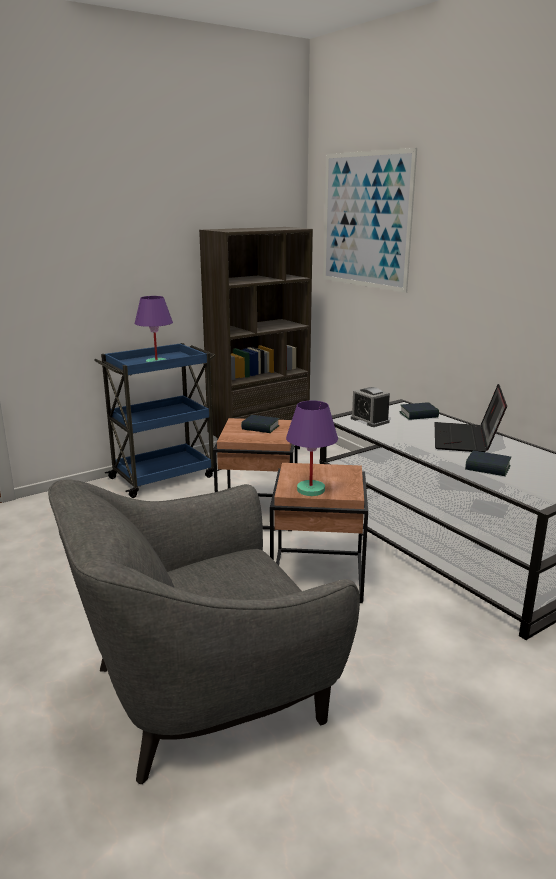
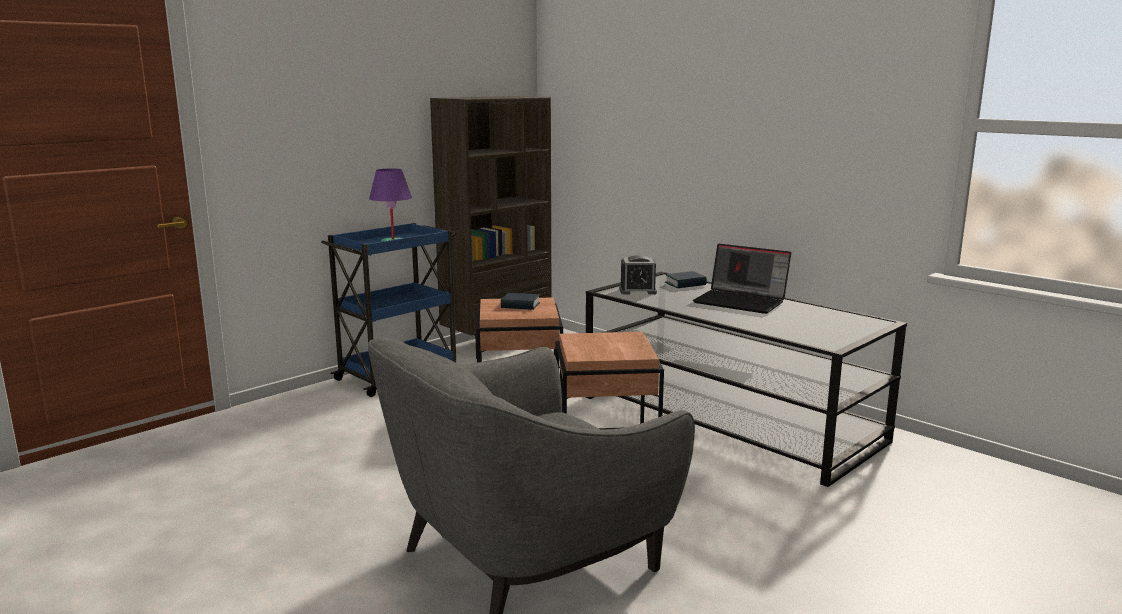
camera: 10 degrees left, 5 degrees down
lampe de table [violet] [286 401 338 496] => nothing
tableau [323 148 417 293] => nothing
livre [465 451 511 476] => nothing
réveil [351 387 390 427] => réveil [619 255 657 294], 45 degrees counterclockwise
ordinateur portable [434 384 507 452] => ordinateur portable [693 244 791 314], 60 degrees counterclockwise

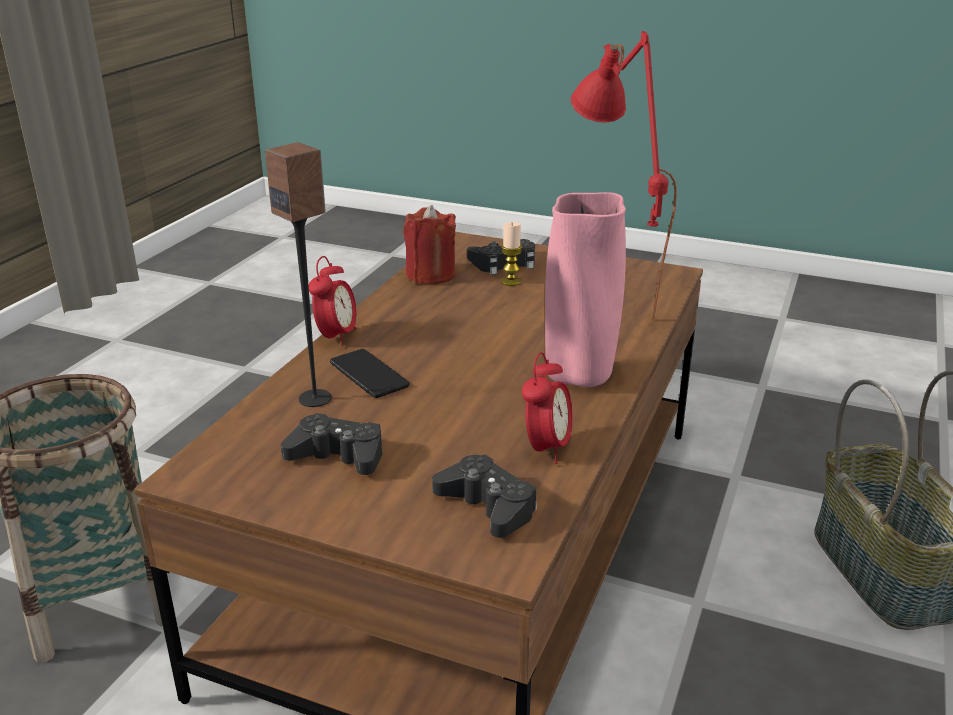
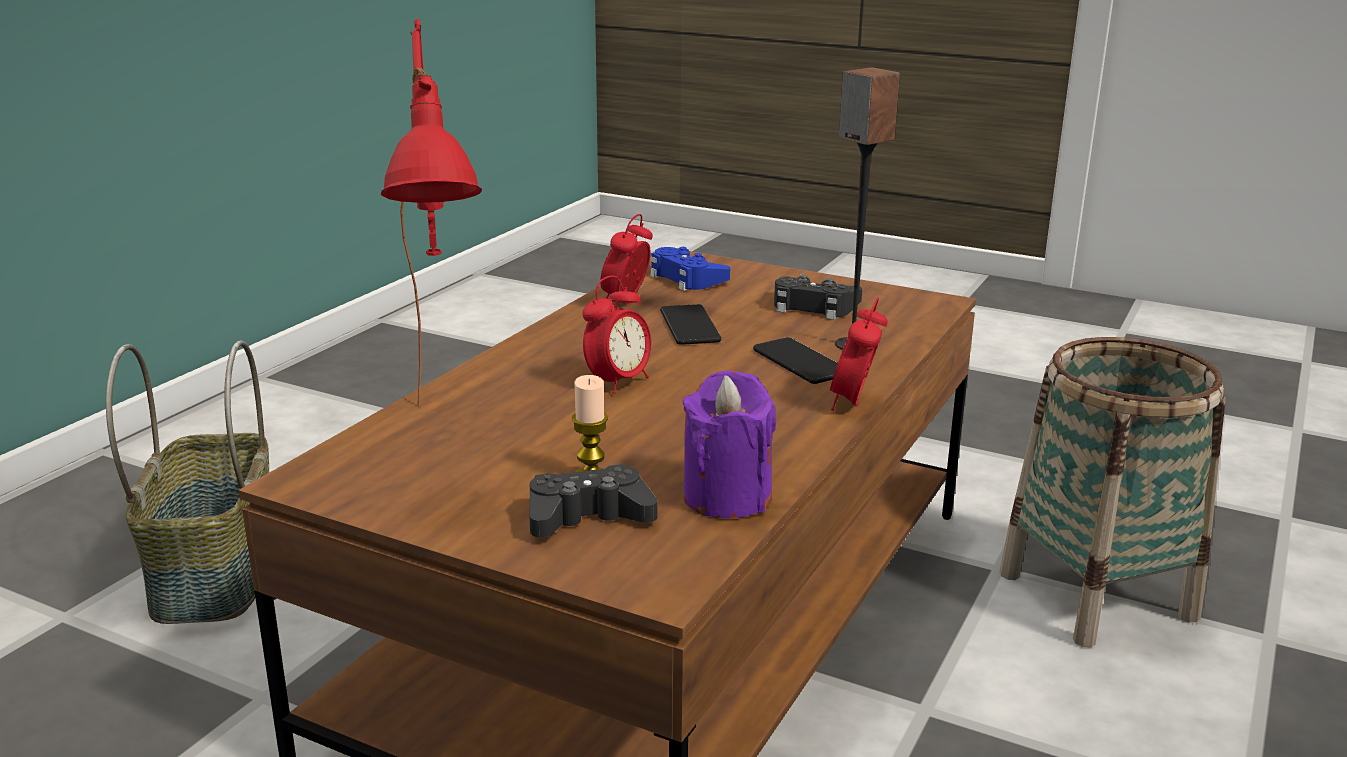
camera: 175 degrees left, 5 degrees down
vase [rose] [545 192 626 387] => nothing
nothing => réveil [582 275 651 394]
nothing => téléphone [660 304 721 345]
bougie [rouge] [403 205 456 284] => bougie [violet] [683 370 776 518]
manette [noir] [432 455 537 538] => manette [bleu] [650 247 730 291]

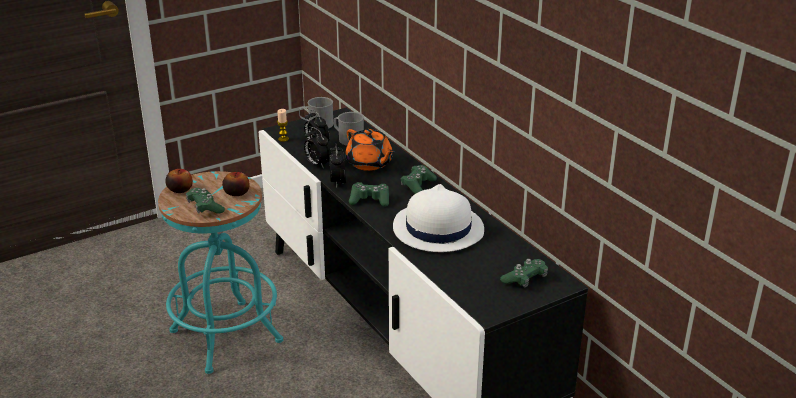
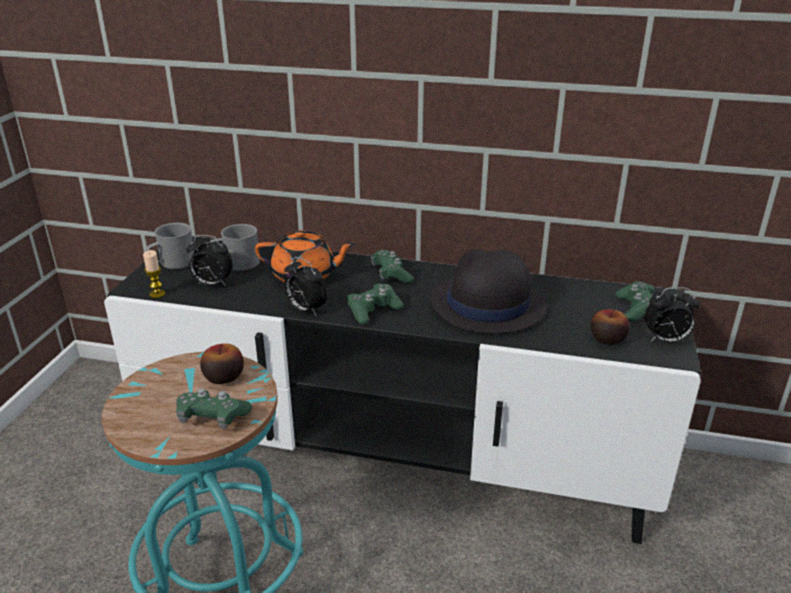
camera: 45 degrees left, 0 degrees up
pomme [166 169 193 193] => pomme [590 309 629 344], relocated
réveil [304 127 332 169] => réveil [645 287 700 343], relocated
chapeau [blanc] [393 184 484 252] => chapeau [noir] [430 249 547 334]

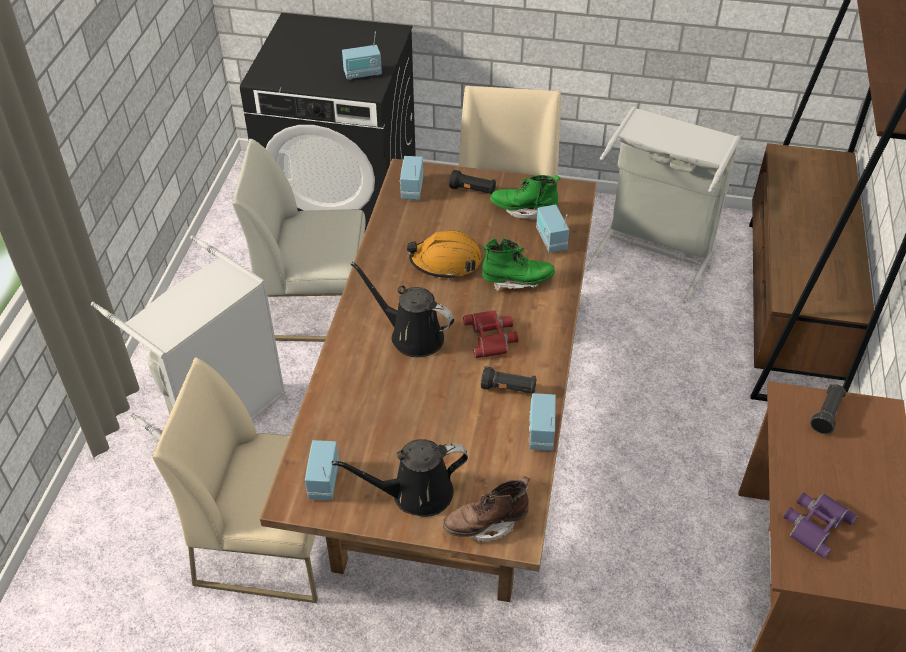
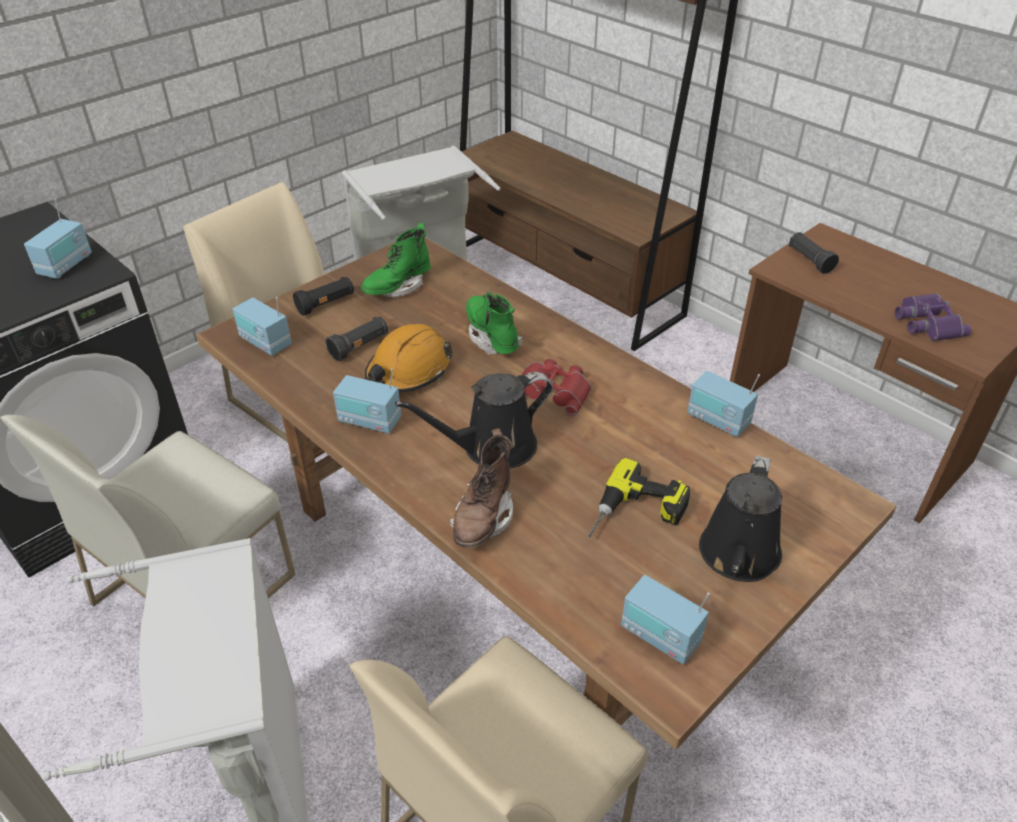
camera: 55 degrees left, 5 degrees down
nothing => perceuse [588 458 690 538]
botte [marron] [443 476 530 542] => botte [marron] [450 428 513 549], relocated
lampe de poche [noir] [481 366 536 394] => lampe de poche [noir] [325 316 388 361], relocated
radio [536 205 569 253] => radio [333 368 401 434], relocated
botte [vert] [482 238 555 292] => botte [vert] [466 292 522 355], 60 degrees counterclockwise

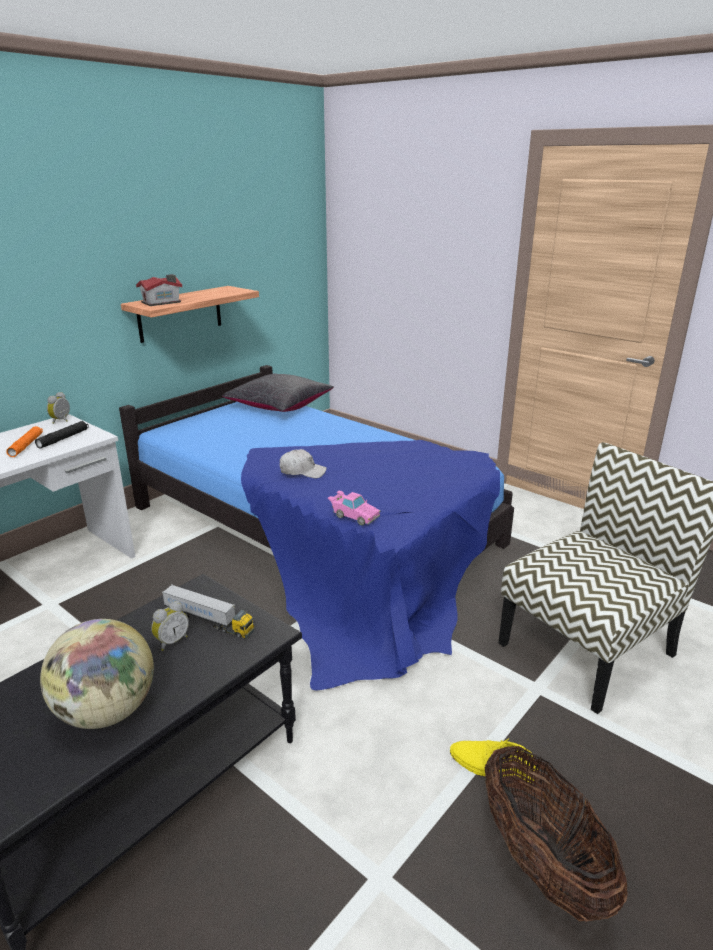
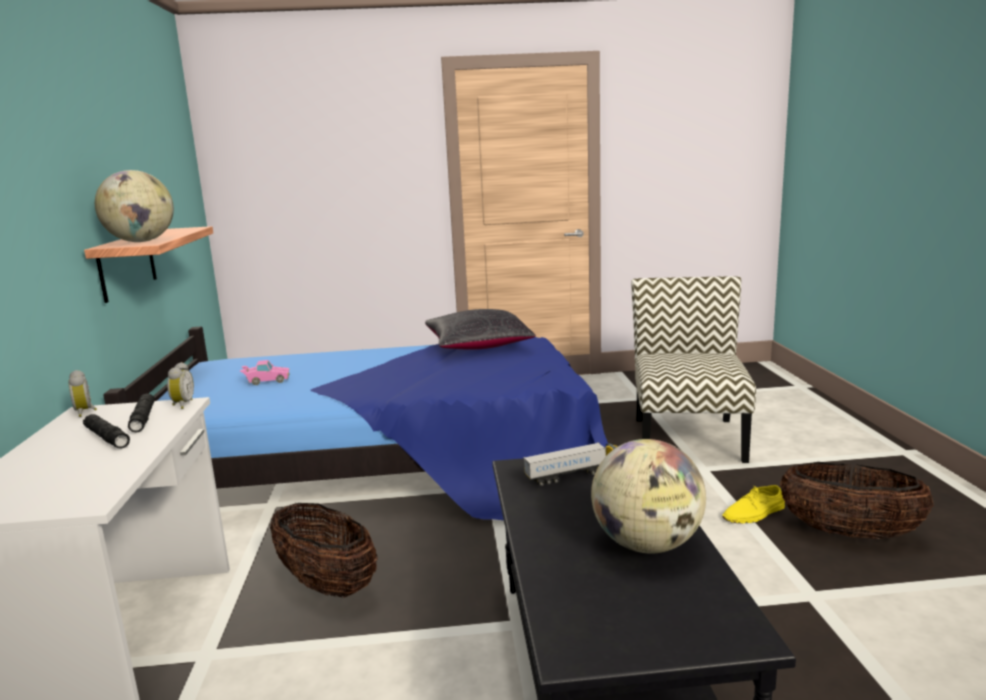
camera: 45 degrees left, 10 degrees down
casquette [blanc] [280 449 327 478] => nothing
nothing => panier [270 503 377 598]
réveil [151 601 189 651] => réveil [167 362 194 409], relocated
coussin [noir] [222 374 334 412] => coussin [noir] [425 309 536 350], relocated
petite voiture [rose] [328 490 381 525] => petite voiture [rose] [240 360 290 385], relocated
maison miniature [136 274 182 306] => globe [95 170 174 242]
lampe de poche [orange] [6 426 43 457] => lampe de poche [noir] [83 414 130 448]

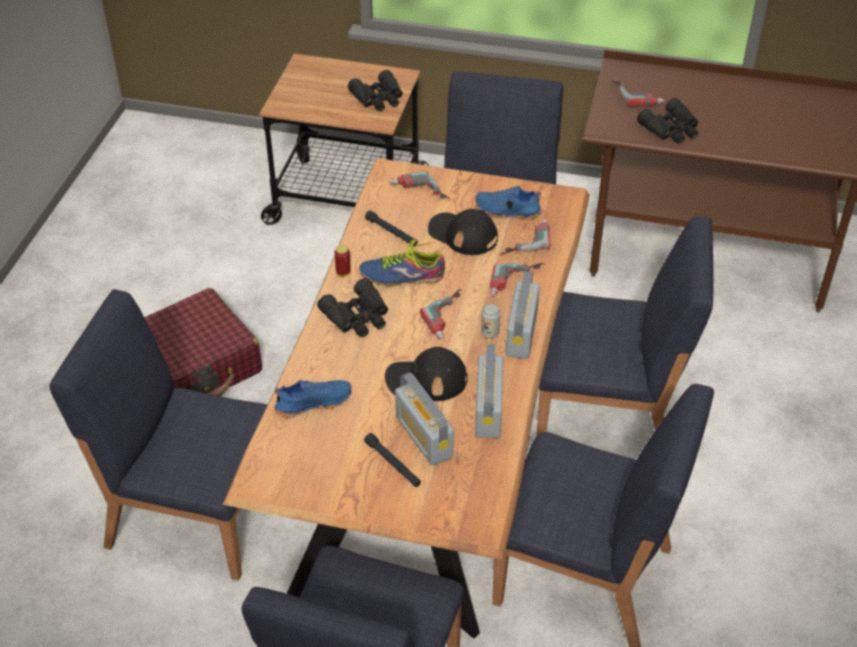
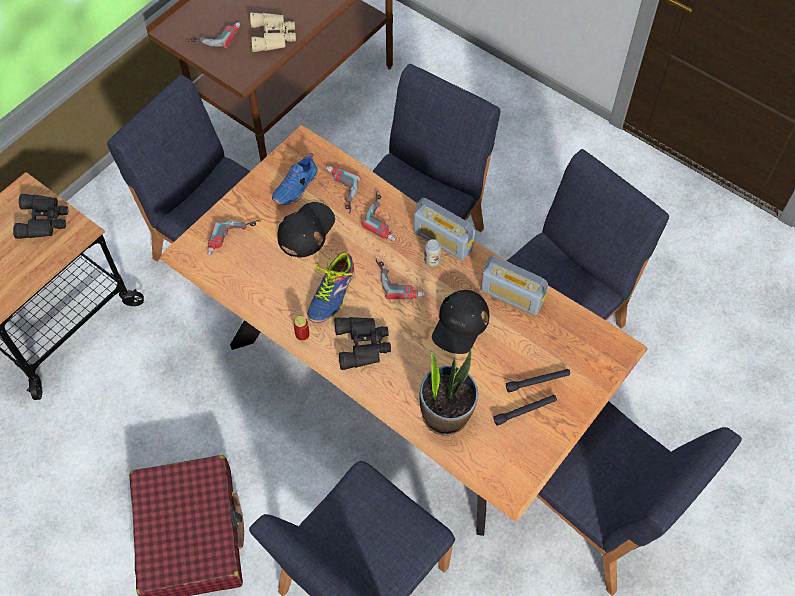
camera: 65 degrees left, 15 degrees up
radio [395 372 454 466] => nothing
lampe de poche [noir] [365 211 417 246] => lampe de poche [noir] [493 395 557 426], relocated
chaussure [bleu] [275 380 352 418] => plante en pot [420 348 478 436]
jumelles [noir] [637 98 698 144] => jumelles [beige] [250 13 296 52]
casquette [noir] [428 209 498 255] => casquette [noir] [277 202 335 258], 150 degrees clockwise

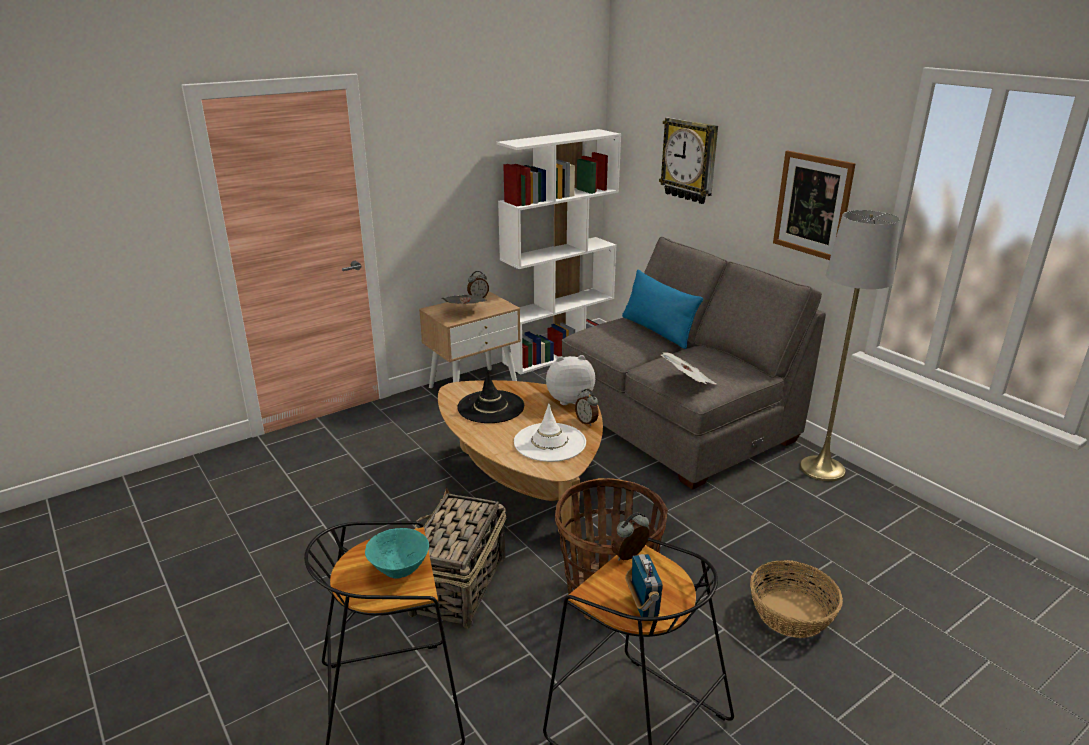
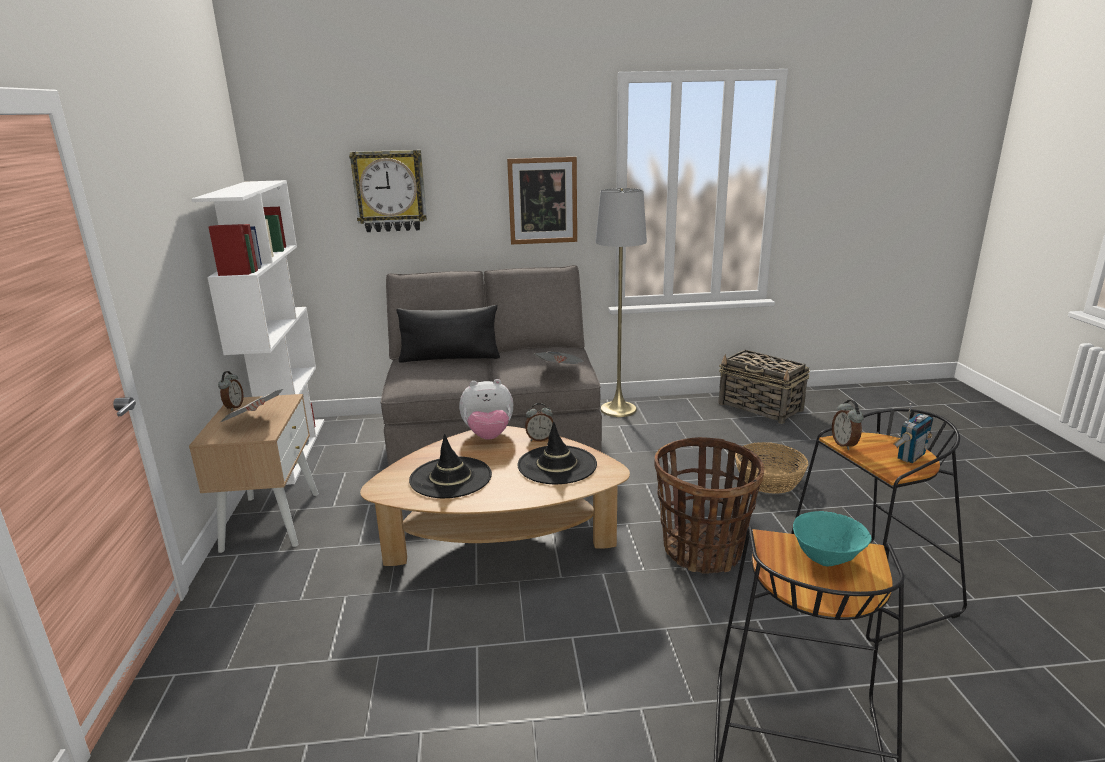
camera: 60 degrees left, 5 degrees down
panier [408 487 506 629] => panier [718 350 810 424], relocated
chapeau [blanc] [514 403 586 462] => chapeau [noir] [517 421 597 484]
coussin [bleu] [622 270 703 349] => coussin [noir] [396 305 500 363]
peluche [546 355 595 405] => peluche [459 379 513 440], 120 degrees counterclockwise
radio [625 554 663 617] => radio [893 403 933 463], 120 degrees clockwise

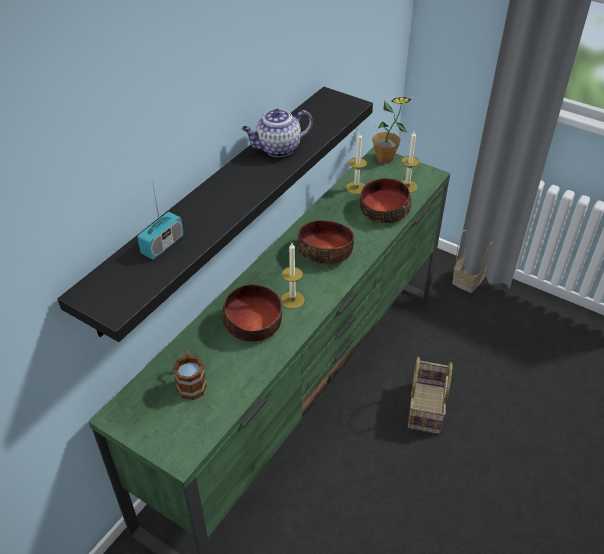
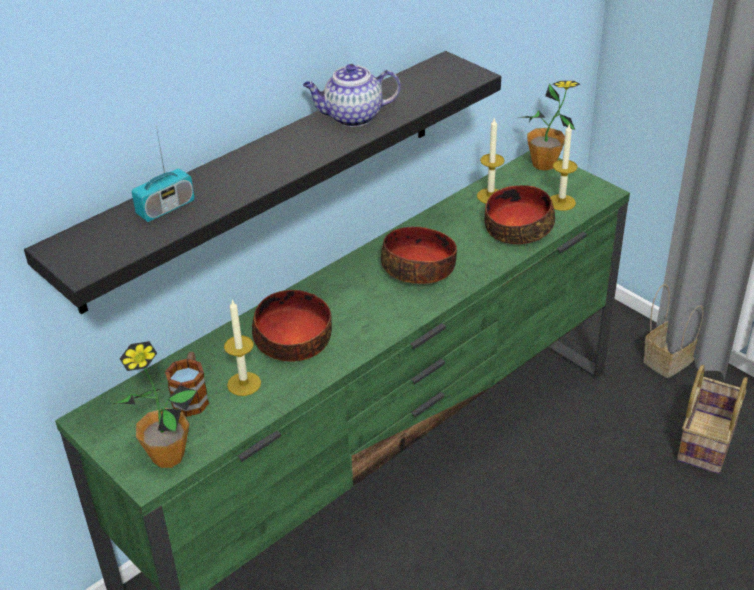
camera: 15 degrees right, 5 degrees down
nothing => plante en pot [114 341 197 468]
bougie [281 243 305 309] => bougie [224 299 261 396], relocated
panier [408 357 453 434] => panier [677 365 748 474], relocated

